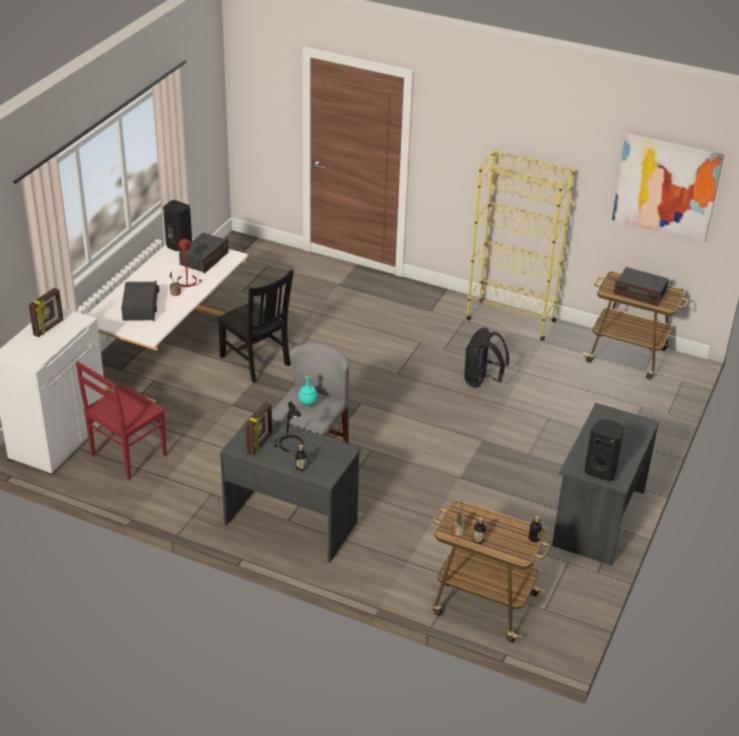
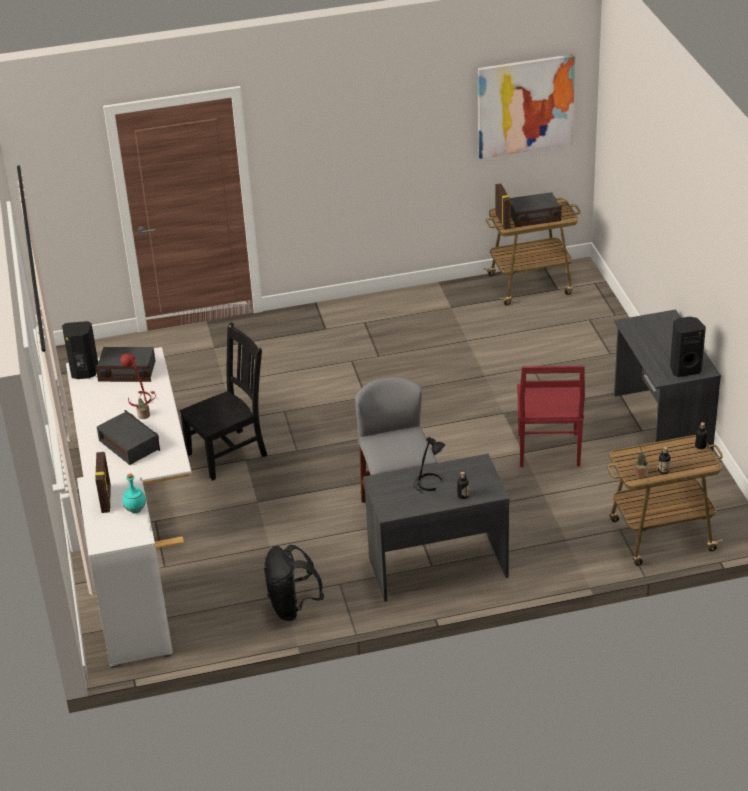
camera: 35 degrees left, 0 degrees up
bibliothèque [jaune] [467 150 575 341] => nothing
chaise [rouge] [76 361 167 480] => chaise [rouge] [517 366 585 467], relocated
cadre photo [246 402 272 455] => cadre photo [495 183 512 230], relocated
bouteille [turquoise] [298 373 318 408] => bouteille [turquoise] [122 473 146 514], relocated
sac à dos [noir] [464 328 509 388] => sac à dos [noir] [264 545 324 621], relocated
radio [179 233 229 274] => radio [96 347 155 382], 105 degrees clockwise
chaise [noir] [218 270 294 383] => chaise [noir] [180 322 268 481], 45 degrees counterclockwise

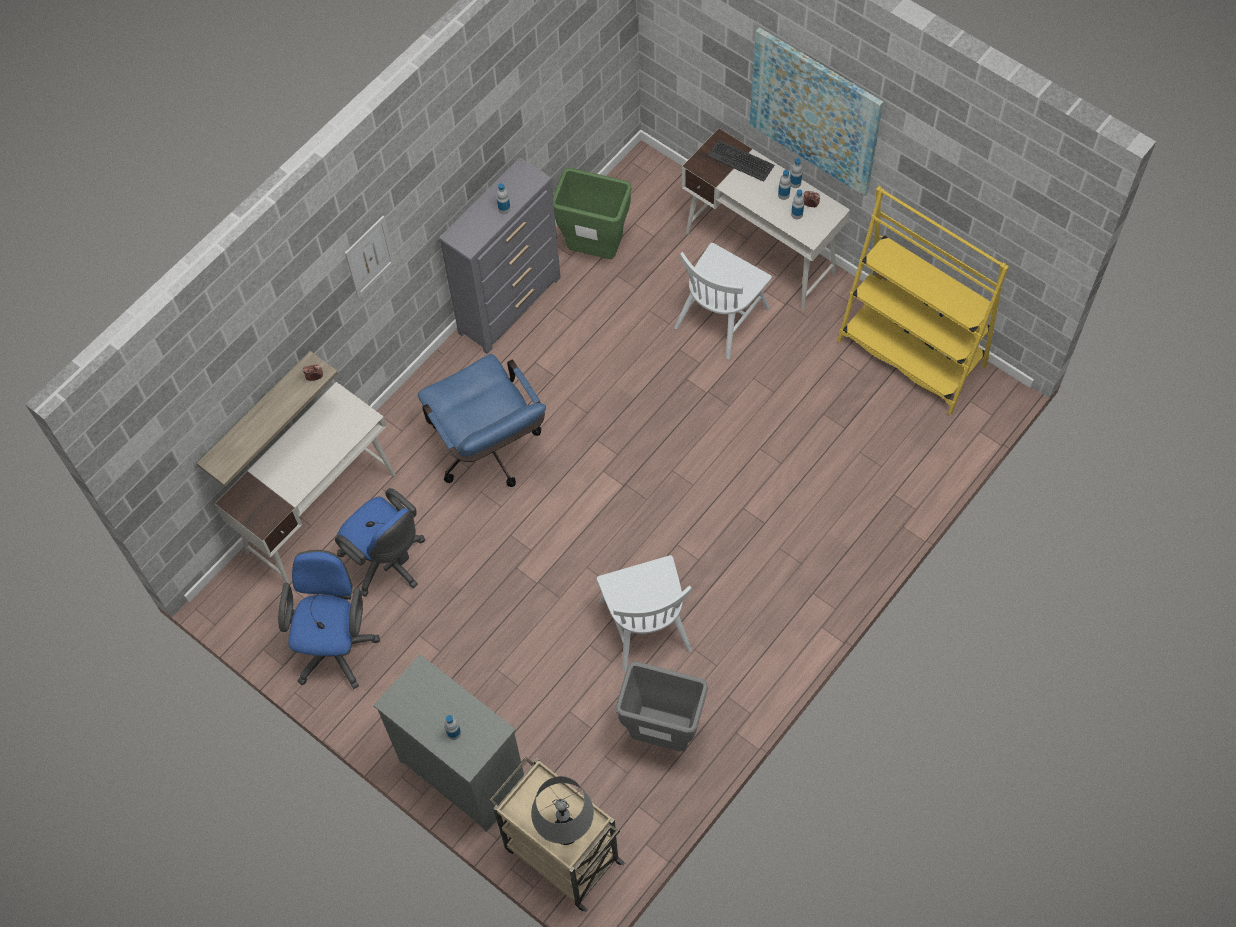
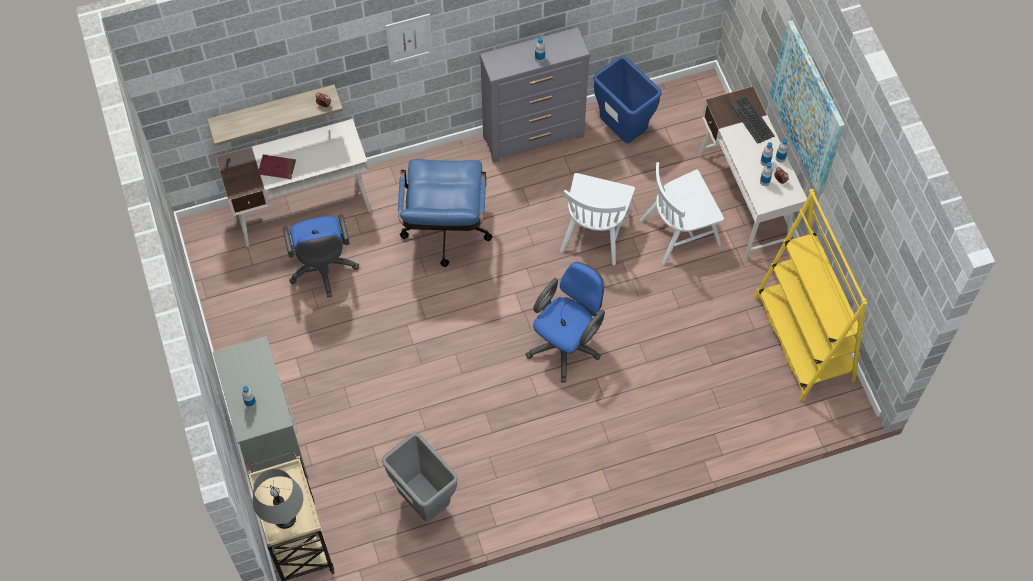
camera: 30 degrees right, 0 degrees up
nothing => livre [rouge] [258 155 296 179]
chaise de bureau [bleu] [278 550 380 689] => chaise de bureau [bleu] [526 262 605 383], relocated
chaise [blanc] [597 555 692 671] => chaise [blanc] [560 173 635 265], relocated
poubelle [vert] [553 168 632 259] => poubelle [bleu] [593 56 662 143]

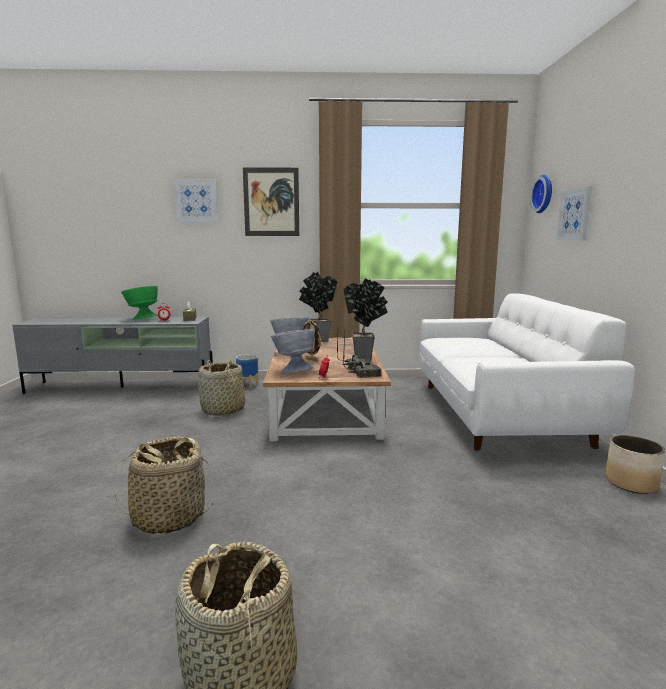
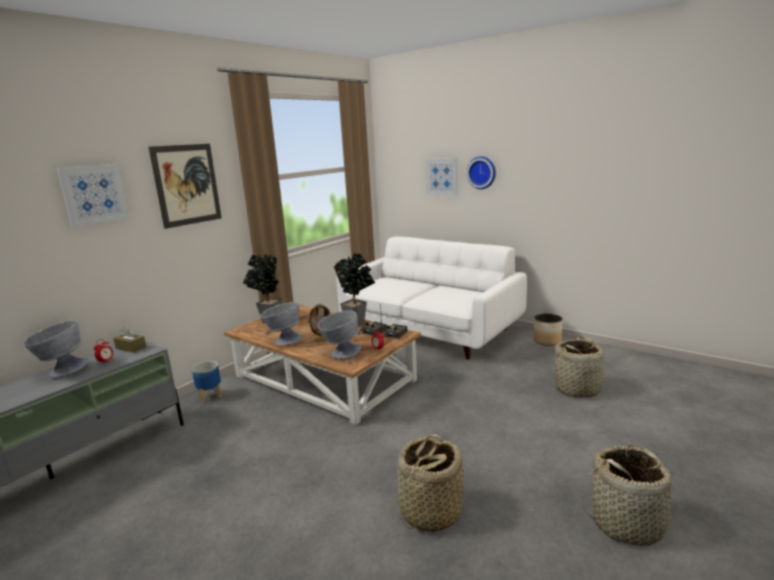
camera: 50 degrees left, 5 degrees up
panier [198 359 245 416] => panier [550 335 611 398], relocated
horloge murale [530 175 552 213] => horloge murale [467 156 496 189], relocated
bol [vert] [121 286 158 319] => bol [gris] [23 320 88 378]

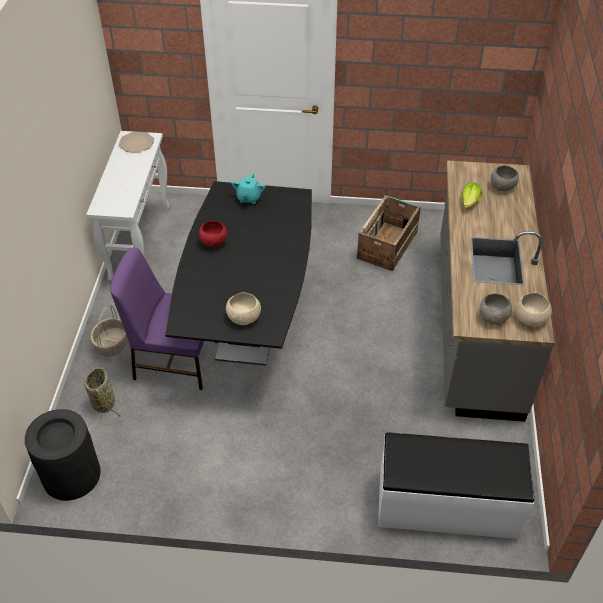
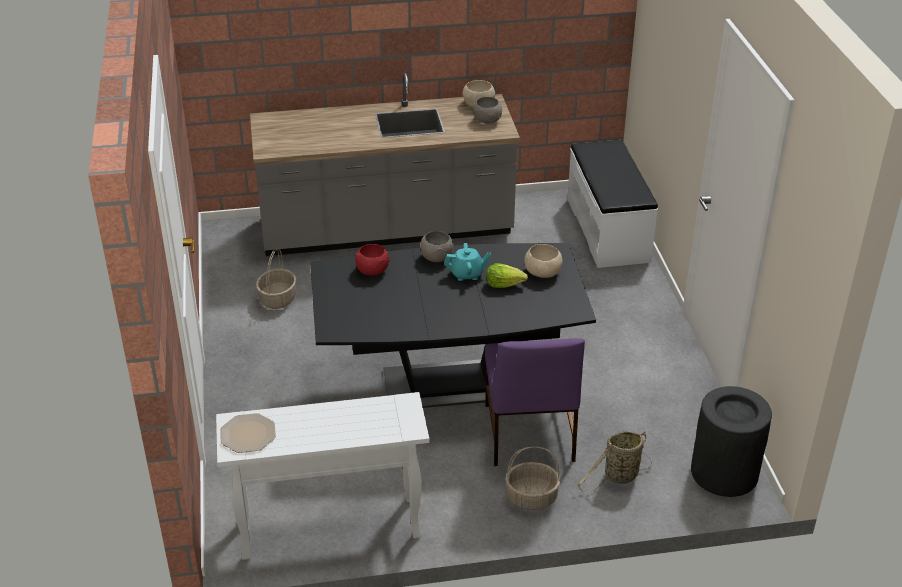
camera: 105 degrees left, 10 degrees down
bol [rouge] [199 220 227 248] => bol [rouge] [355 244 390 276], relocated
théière [turquoise] [231 173 266 204] => théière [turquoise] [444 243 491 281], relocated
laitue [461 182 483 209] => laitue [486 263 528 288], relocated
bol [gris] [491 166 519 191] => bol [gris] [420 231 453 262], relocated
caisse [357 195 421 271] => panier [256 248 296 309]

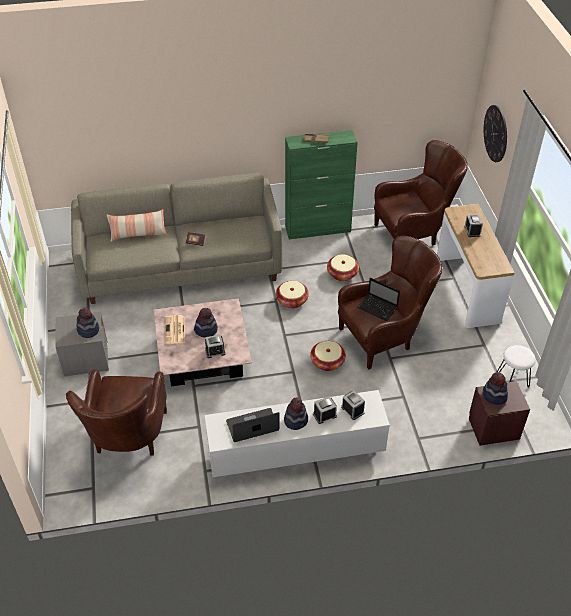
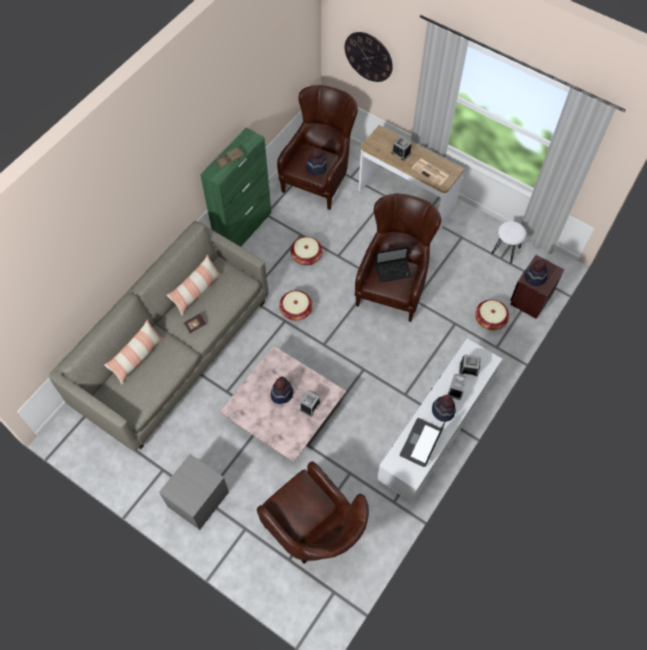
camera: 45 degrees left, 15 degrees up
nothing => coussin [167 255 221 315]
chapeau [76 307 99 338] => chapeau [306 148 327 175], relocated
journal [165 315 185 344] => journal [411 159 450 186], relocated
panier [310 341 346 371] => panier [475 299 509 330], relocated

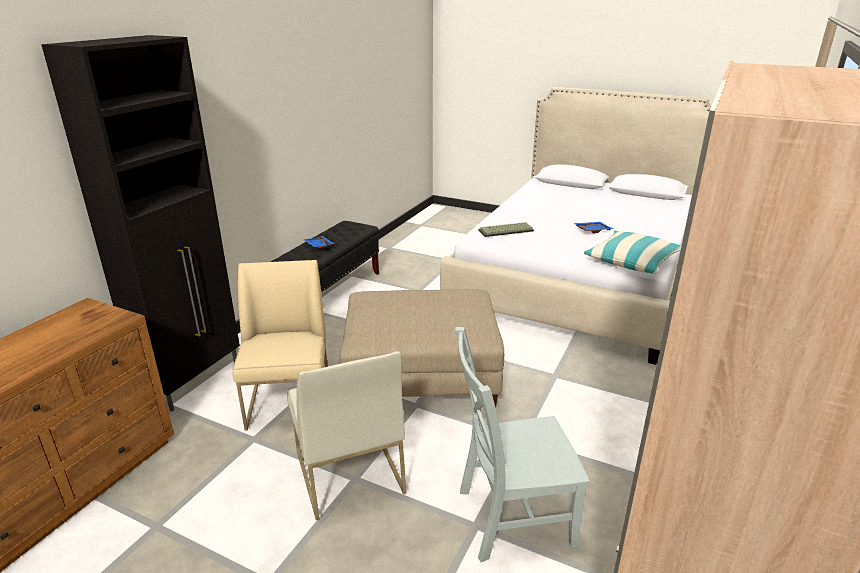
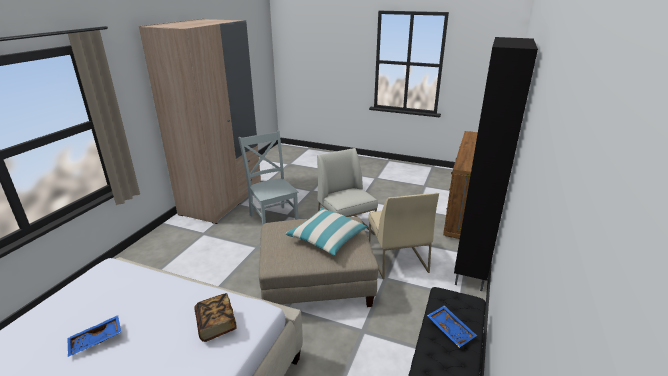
camera: 175 degrees right, 0 degrees up
coussin [584 231 681 274] => coussin [286 208 367 256], relocated
clavier [478 222 534 237] => livre [194 293 237 342]
chaise [gris] [455 327 589 562] => chaise [gris] [238 130 299 225], 105 degrees counterclockwise

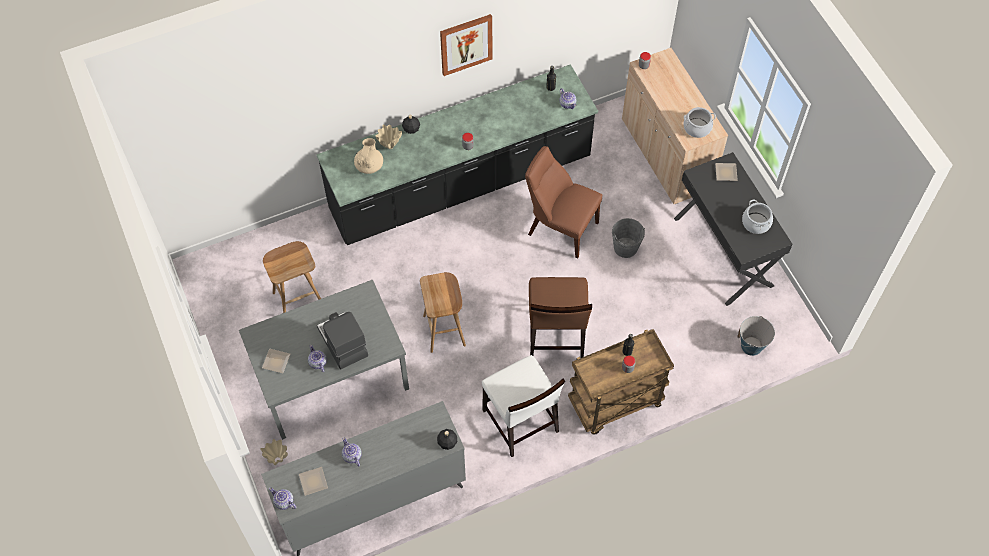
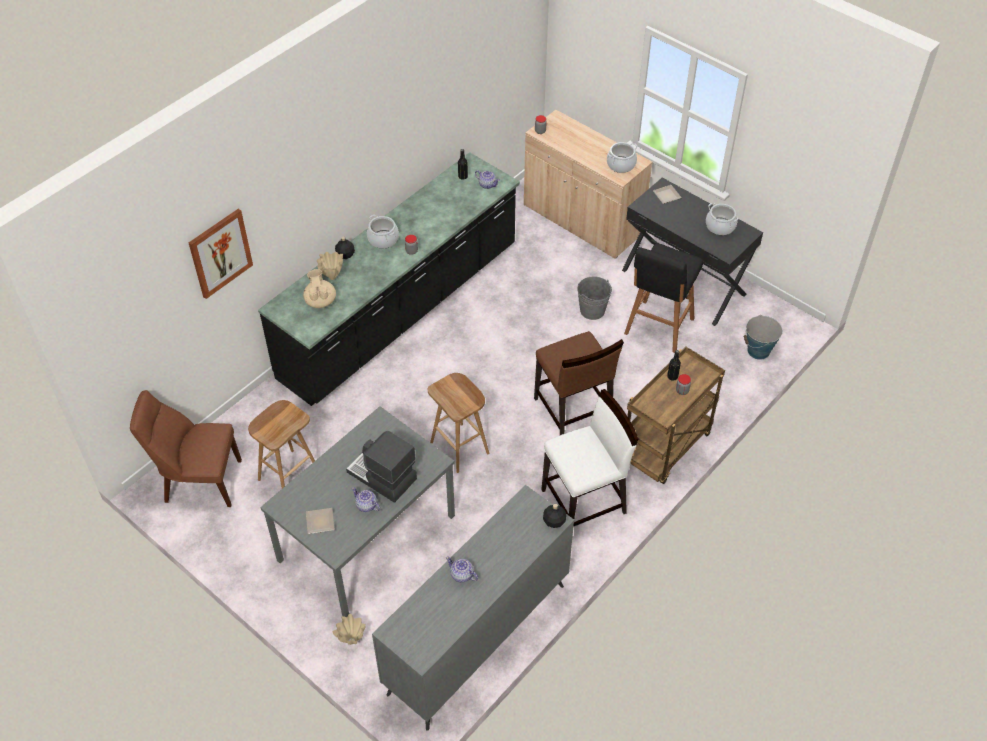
camera: 25 degrees left, 10 degrees down
théière [269 487 296 510] => nothing
assiette [299 467 328 496] => nothing
nothing => marmite [367 215 399 249]
nothing => tabouret [noir] [624 244 703 353]
tableau [440 14 492 76] => tableau [189 209 253 299], relocated
chaise [marron] [525 146 602 259] => chaise [marron] [130 390 242 507], relocated
chaise [blanc] [482 355 565 457] => chaise [blanc] [541 389 639 527], 60 degrees counterclockwise

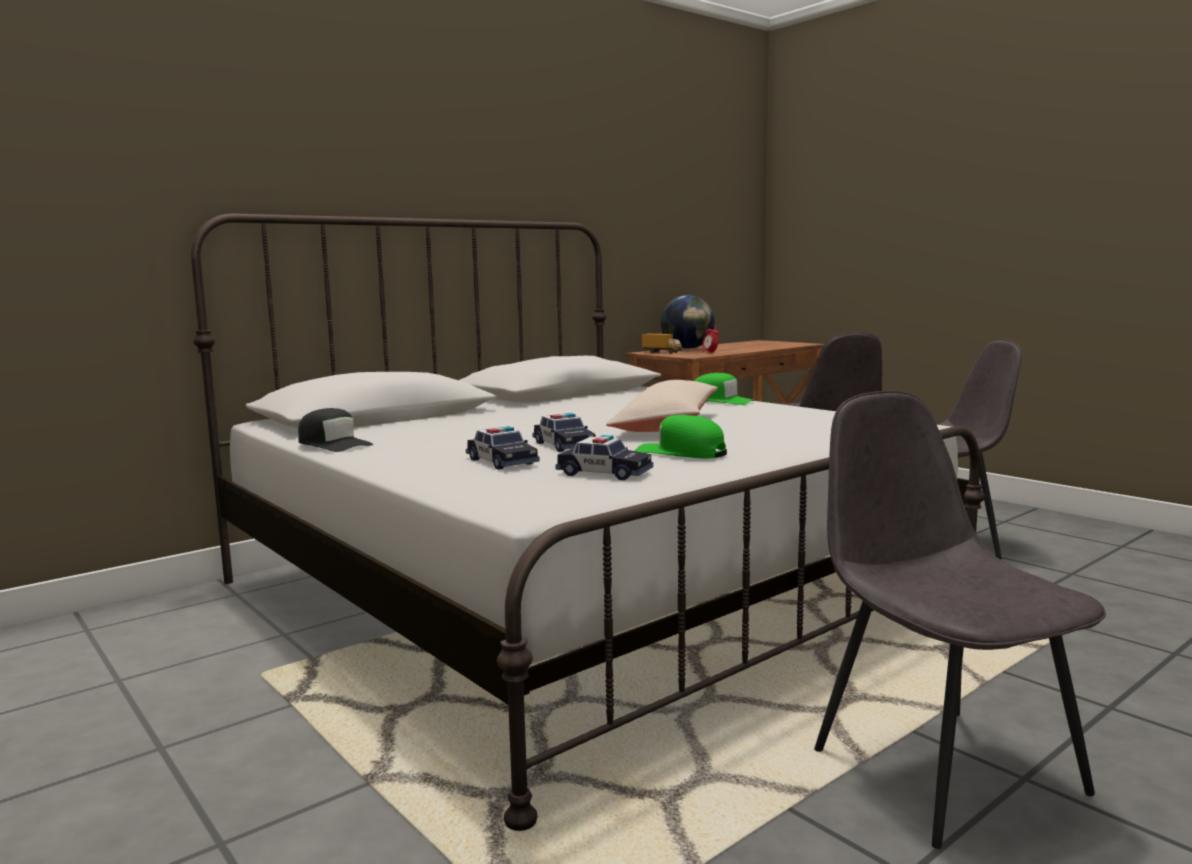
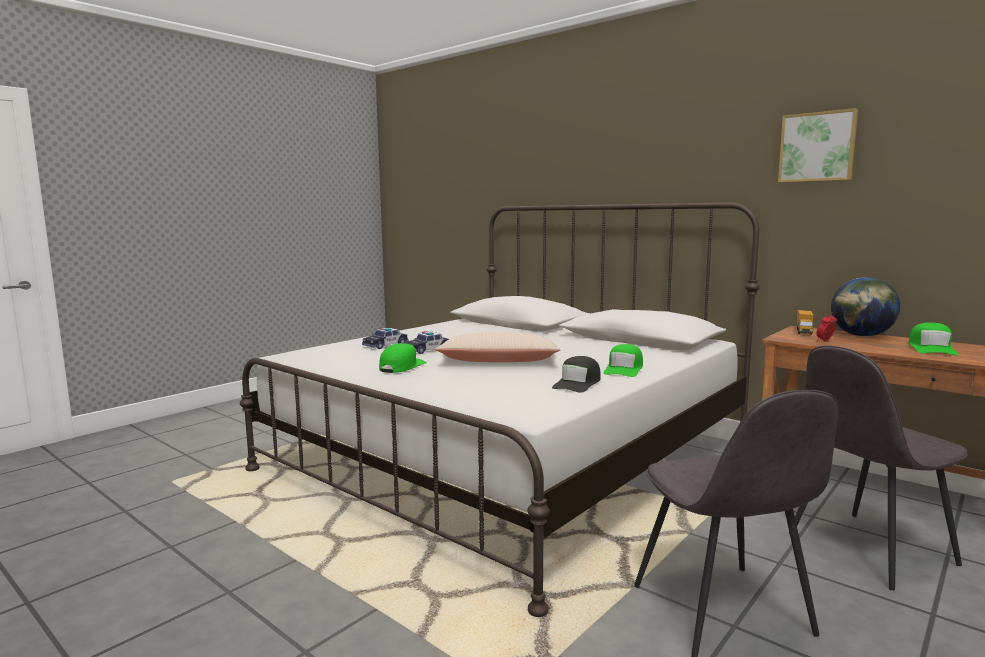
camera: 80 degrees right, 0 degrees up
petite voiture [555 435 653 480] => nothing
chaise [gris] [814 391 1106 849] => nothing
nothing => tableau [778 108 858 182]
nothing => casquette [vert] [908 323 958 355]
casquette [noir] [298 408 373 452] => casquette [noir] [552 356 601 393], relocated

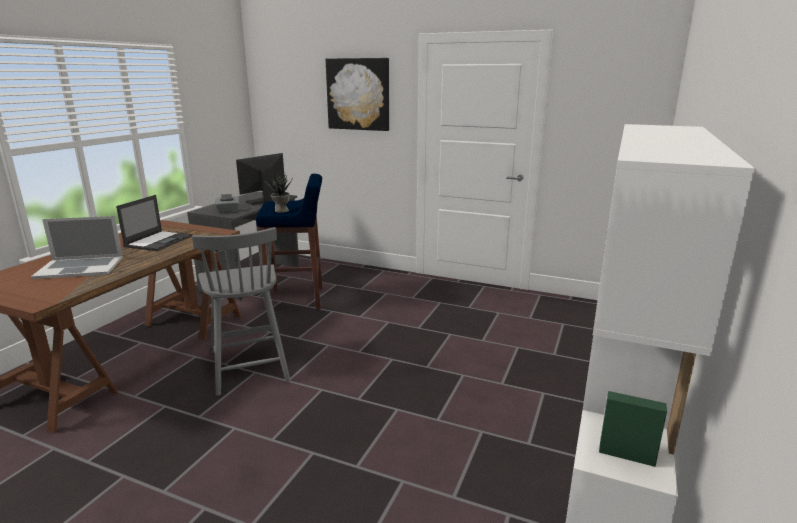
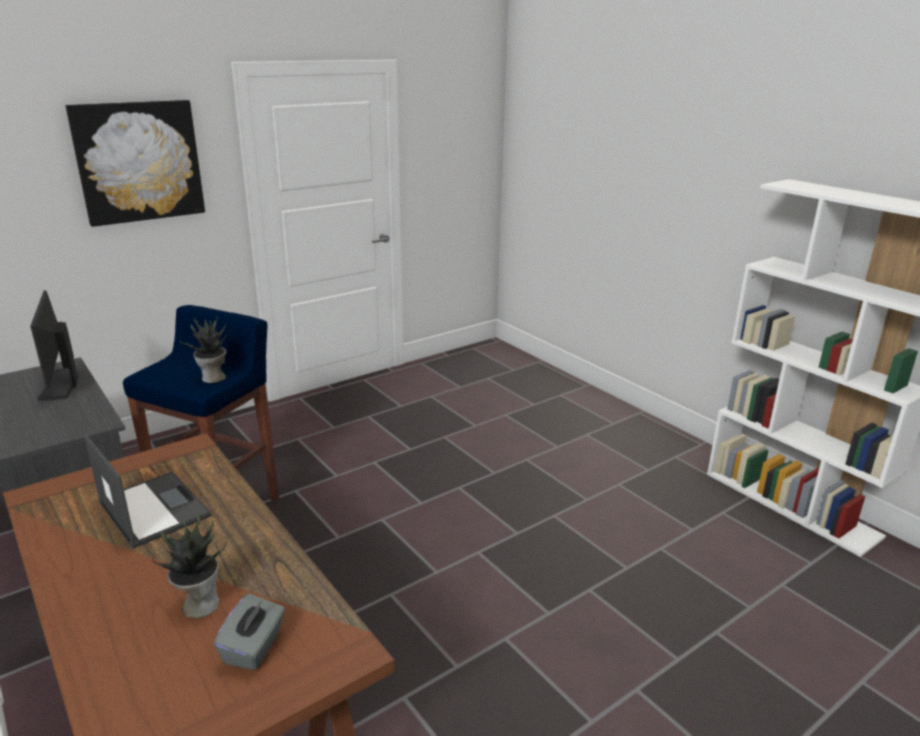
camera: 60 degrees left, 5 degrees up
chaise [gris] [192 227 290 396] => nothing
boîte à mouchoirs [gris] [215 194 239 213] => boîte à mouchoirs [gris] [214 594 285 670], relocated
ordinateur portable [31 216 123 279] => plante en pot [152 513 227 618]

